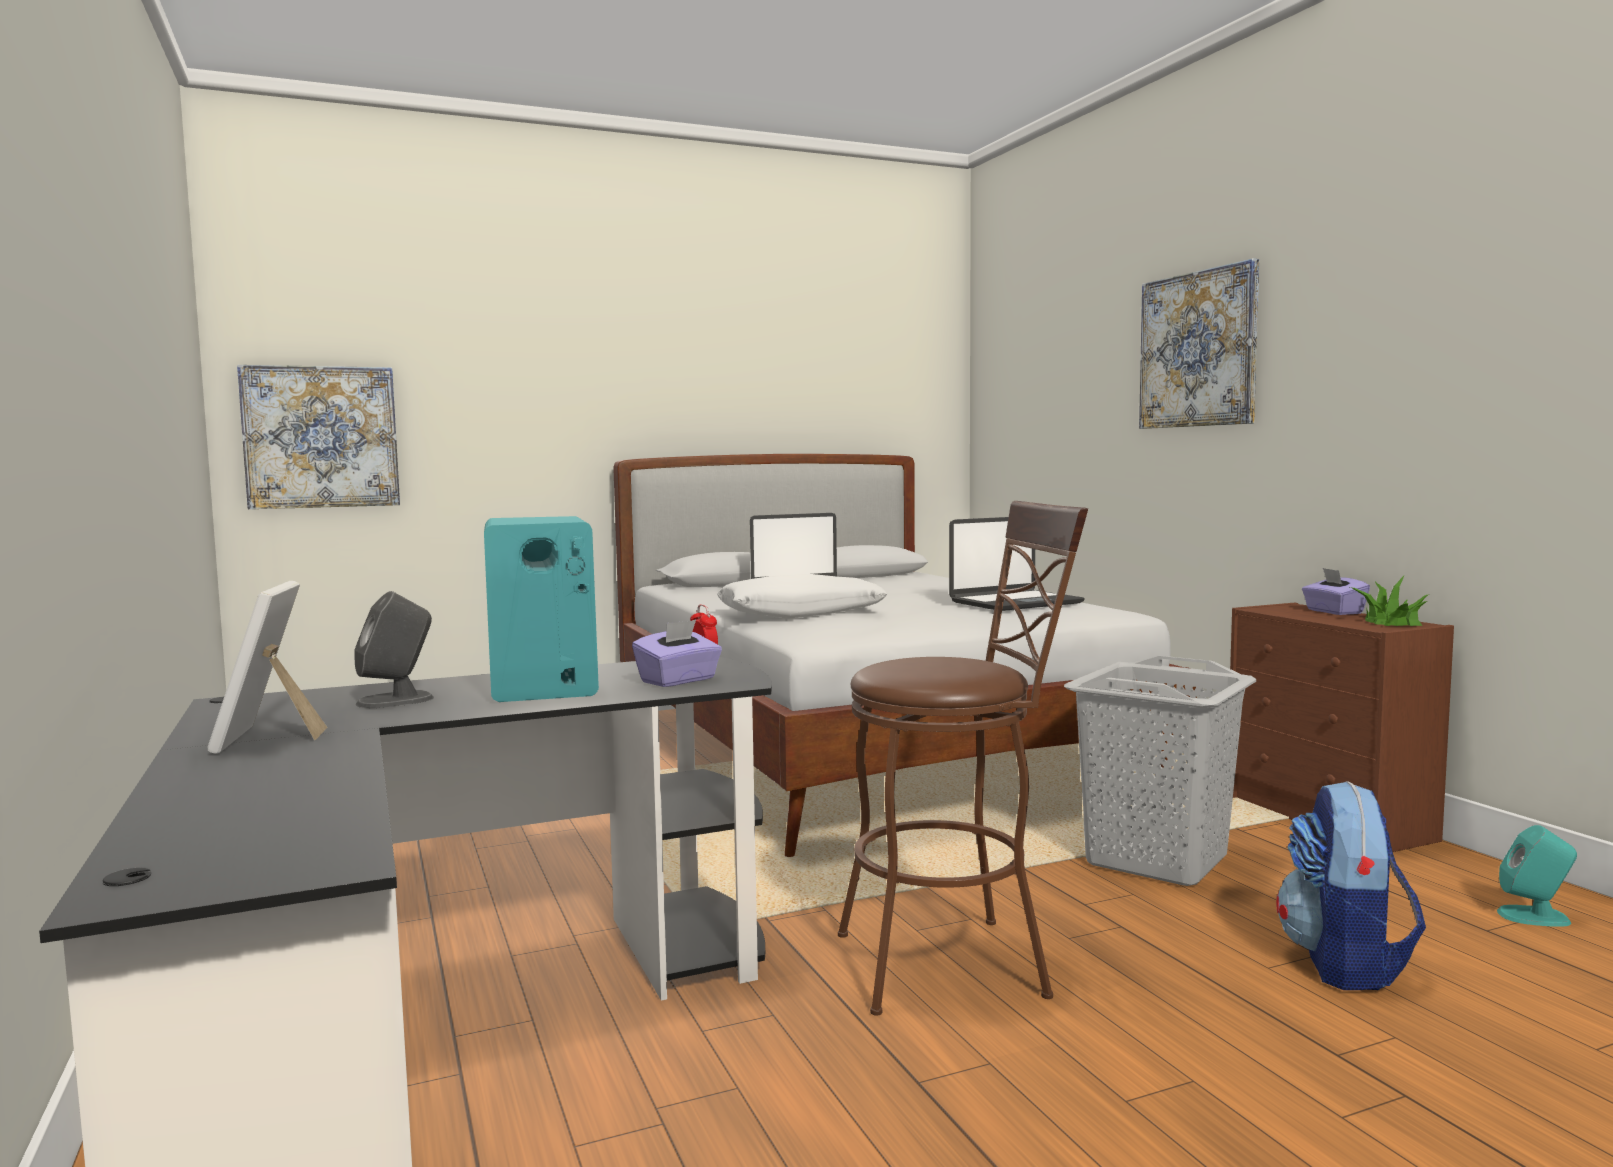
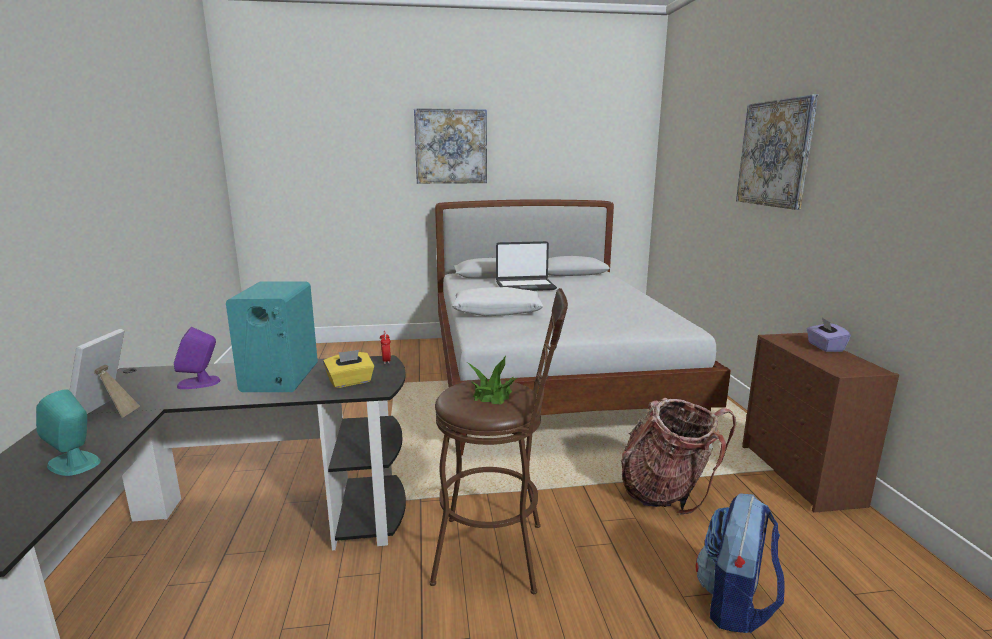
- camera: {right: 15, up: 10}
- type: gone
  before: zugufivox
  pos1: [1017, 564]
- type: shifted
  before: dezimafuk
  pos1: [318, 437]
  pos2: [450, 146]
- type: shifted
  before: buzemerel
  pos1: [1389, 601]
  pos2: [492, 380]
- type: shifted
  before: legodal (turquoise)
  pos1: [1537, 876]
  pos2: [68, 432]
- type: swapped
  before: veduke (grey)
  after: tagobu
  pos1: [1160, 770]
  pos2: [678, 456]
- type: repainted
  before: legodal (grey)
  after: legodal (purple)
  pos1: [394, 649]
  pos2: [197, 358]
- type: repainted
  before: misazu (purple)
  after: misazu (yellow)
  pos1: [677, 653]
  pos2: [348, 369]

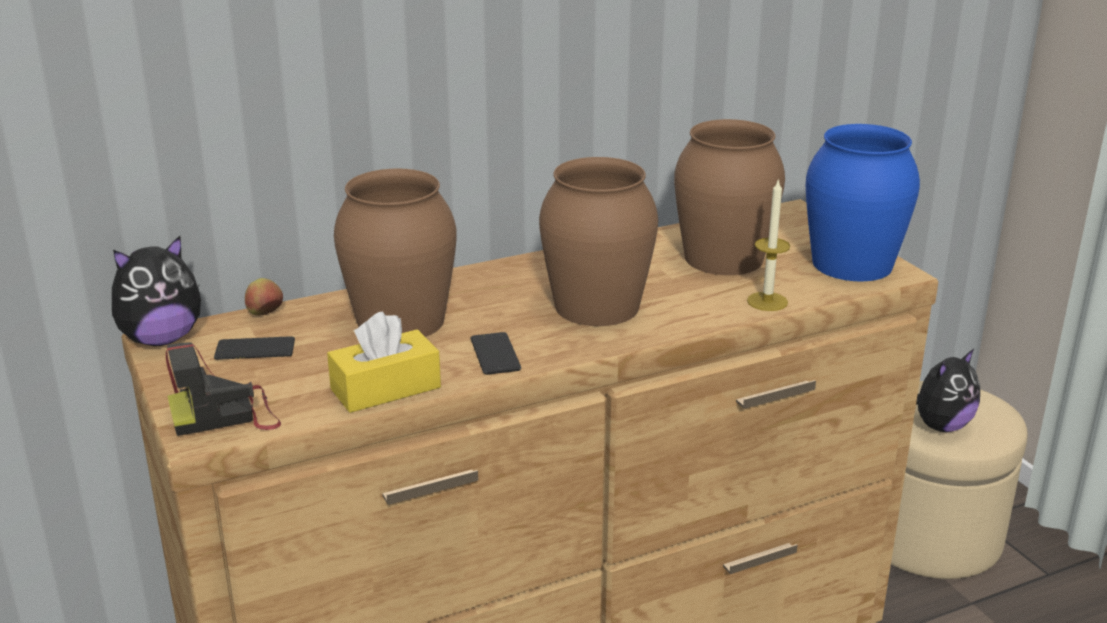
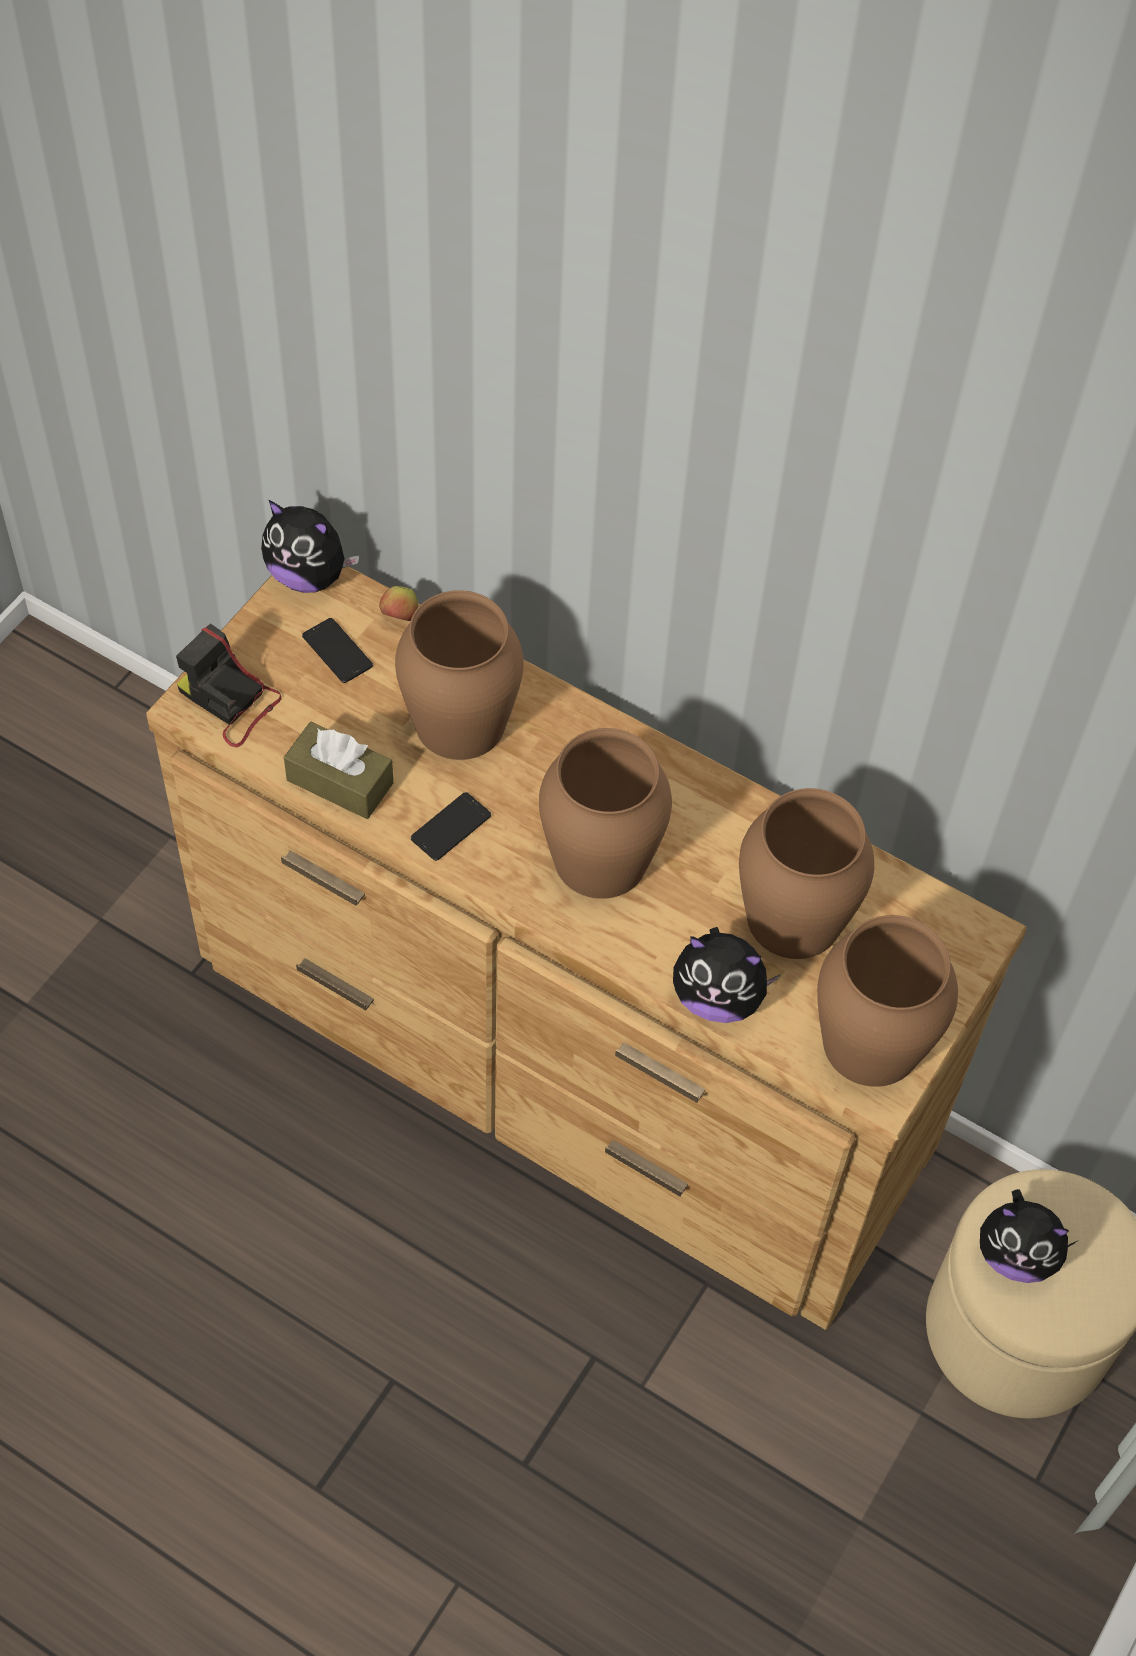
- camera: {right: 55, up: 30}
- type: swapped
  before: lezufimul
  after: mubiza
  pos1: [768, 244]
  pos2: [727, 975]
- type: repainted
  before: misazu (yellow)
  after: misazu (brown)
  pos1: [384, 362]
  pos2: [338, 770]
- type: repainted
  before: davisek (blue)
  after: davisek (brown)
  pos1: [863, 202]
  pos2: [887, 1001]

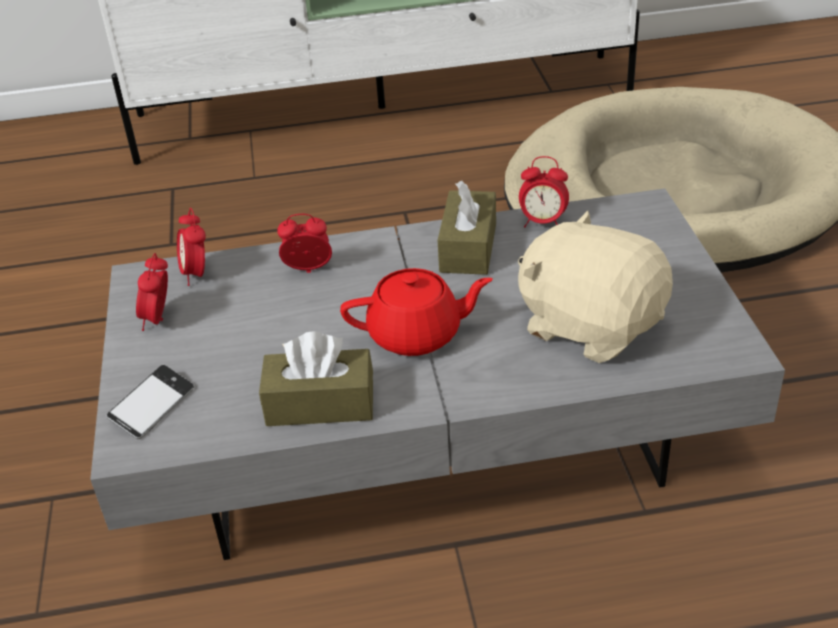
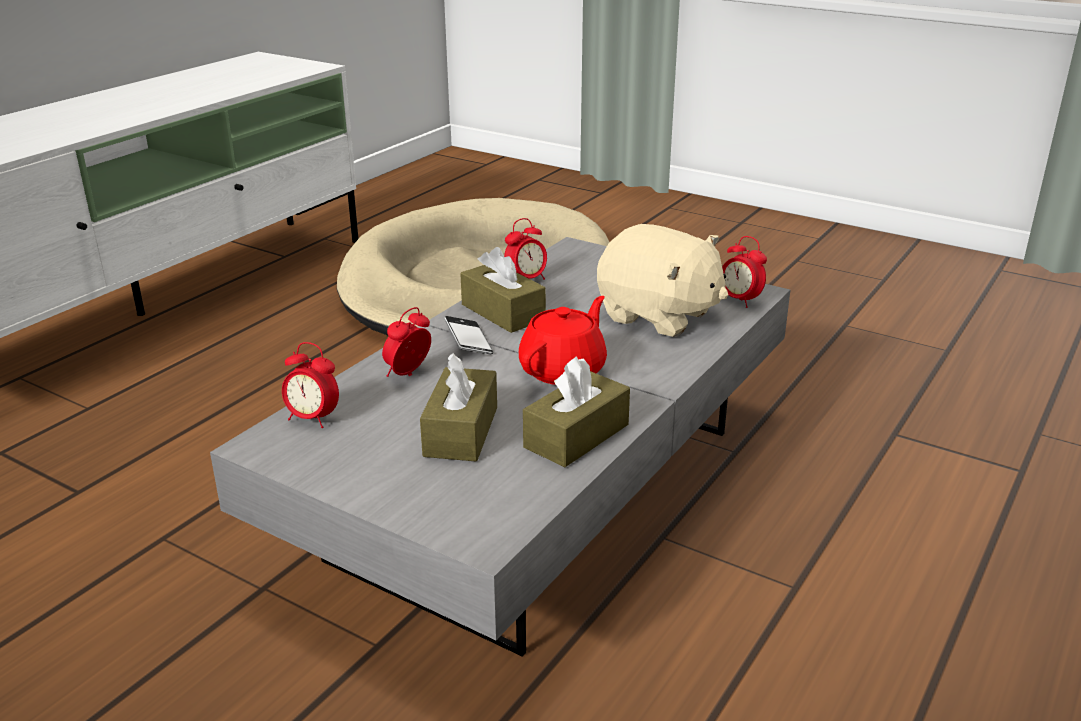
- camera: {right: -50, up: -10}
- type: new
  after: misazu (brown)
  pos2: [458, 407]
- type: shifted
  before: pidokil
  pos1: [150, 402]
  pos2: [468, 335]
- type: shifted
  before: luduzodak
  pos1: [152, 292]
  pos2: [744, 272]
- type: rotated
  before: mubiza (beige)
  pos1: [595, 287]
  pos2: [662, 280]
  turn: -135

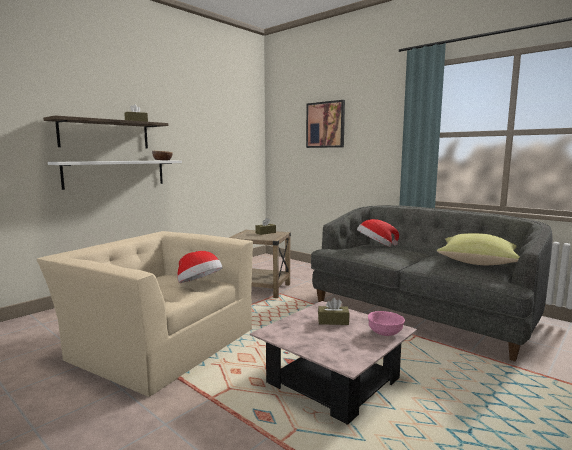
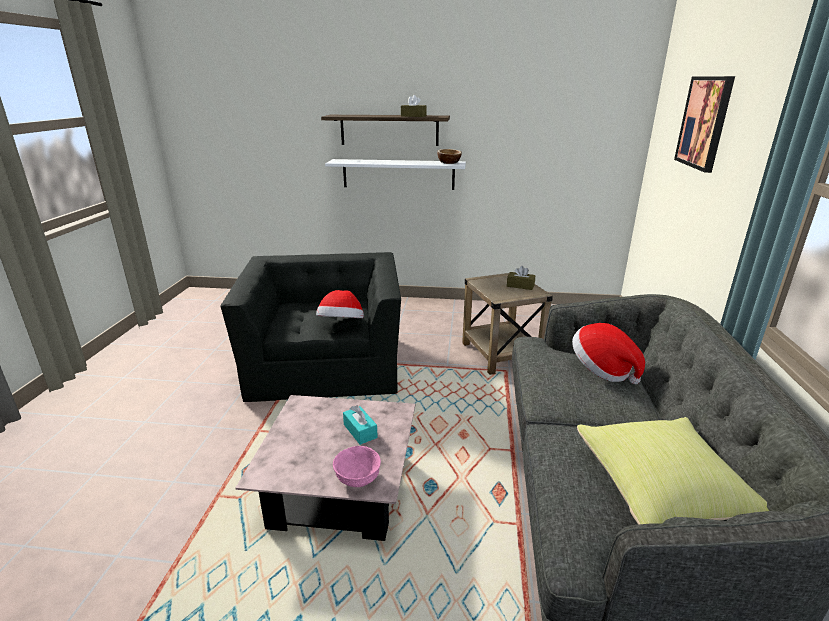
- camera: {right: 55, up: 15}
- type: repainted
  before: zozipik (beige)
  after: zozipik (black)
  pos1: [145, 314]
  pos2: [310, 327]
- type: repainted
  before: misazu (brown)
  after: misazu (turquoise)
  pos1: [334, 311]
  pos2: [360, 425]

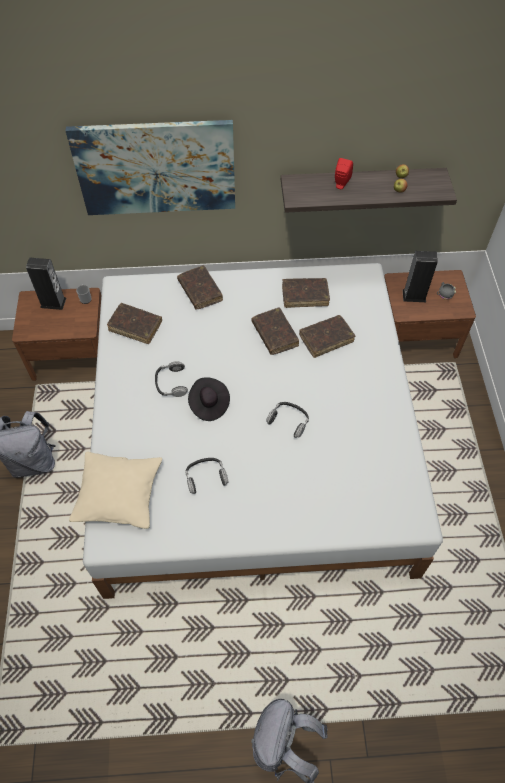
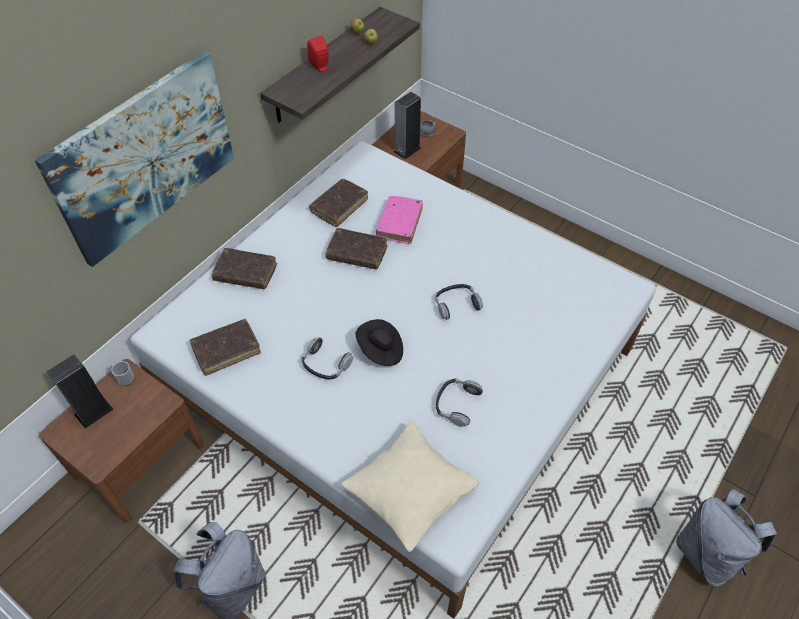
- camera: {right: -50, up: -5}
- type: repainted
  before: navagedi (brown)
  after: navagedi (pink)
  pos1: [327, 336]
  pos2: [399, 220]

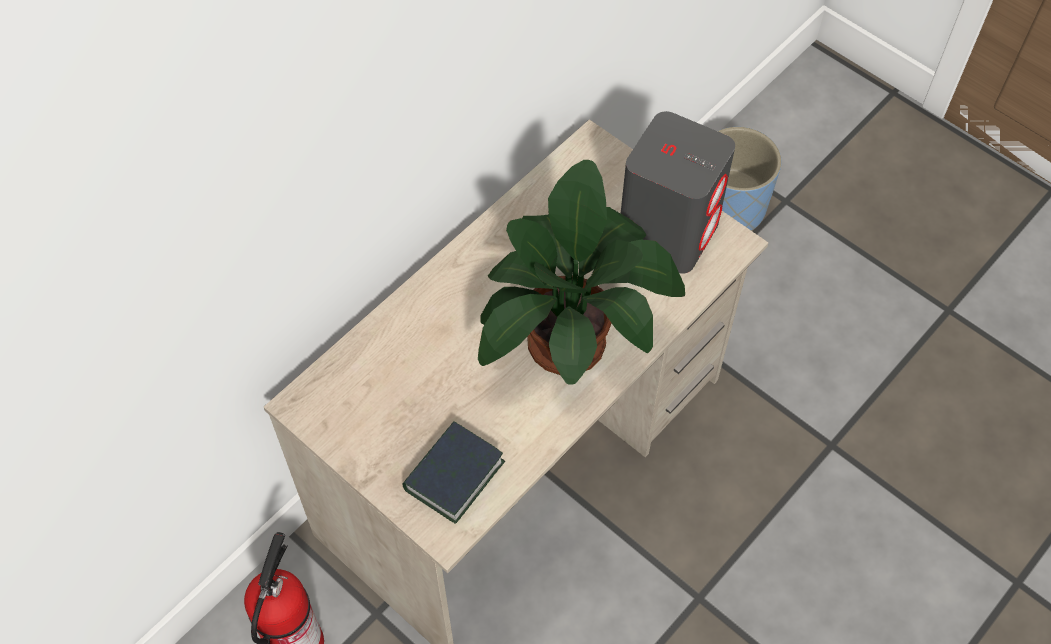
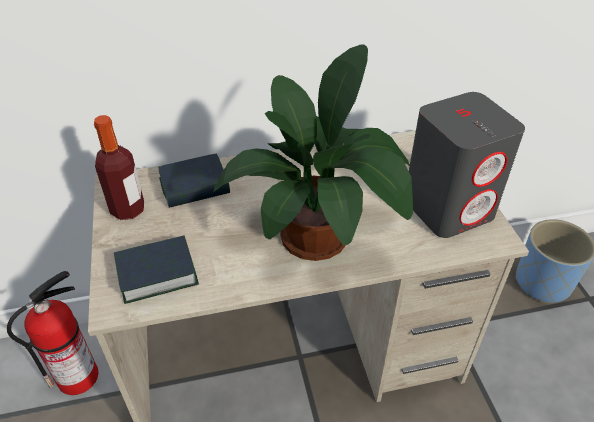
- camera: {right: 35, up: -15}
- type: new
  after: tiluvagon
  pos2: [119, 167]
- type: new
  after: navagedi
  pos2: [194, 180]

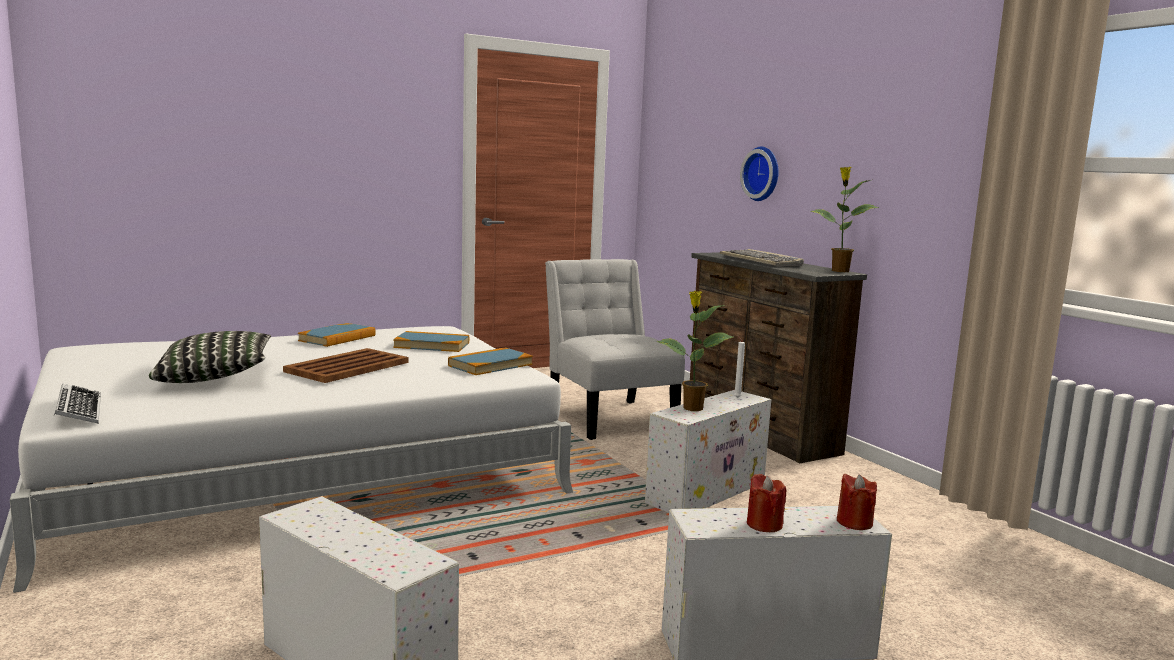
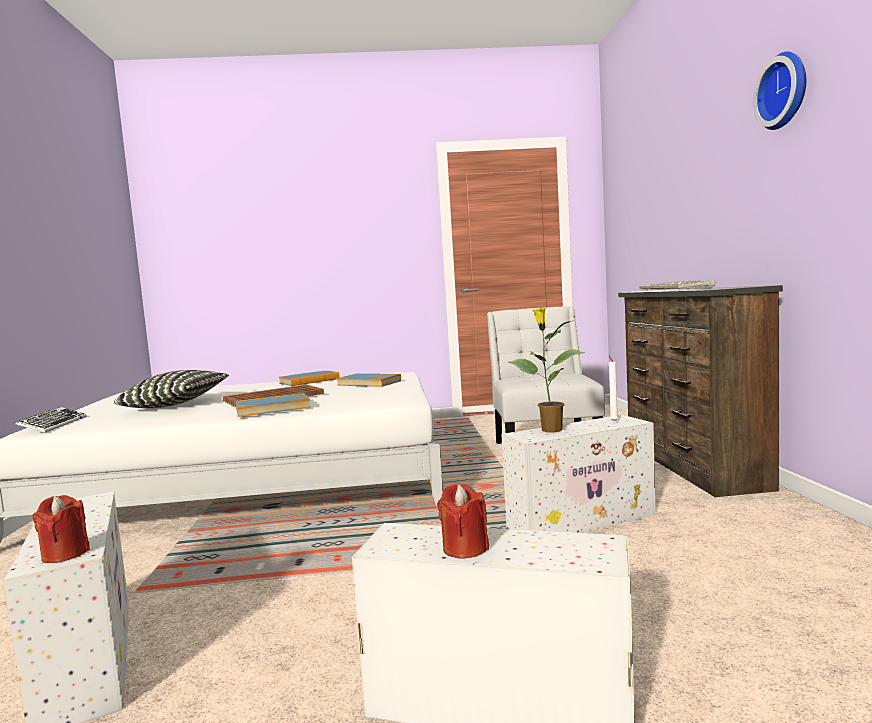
- camera: {right: 25, up: -5}
- type: gone
  before: buzemerel
  pos1: [844, 219]
- type: shifted
  before: navagedi
  pos1: [490, 361]
  pos2: [273, 405]
- type: shifted
  before: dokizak
  pos1: [759, 174]
  pos2: [779, 91]
- type: shifted
  before: lezufimul (red)
  pos1: [857, 502]
  pos2: [61, 529]

